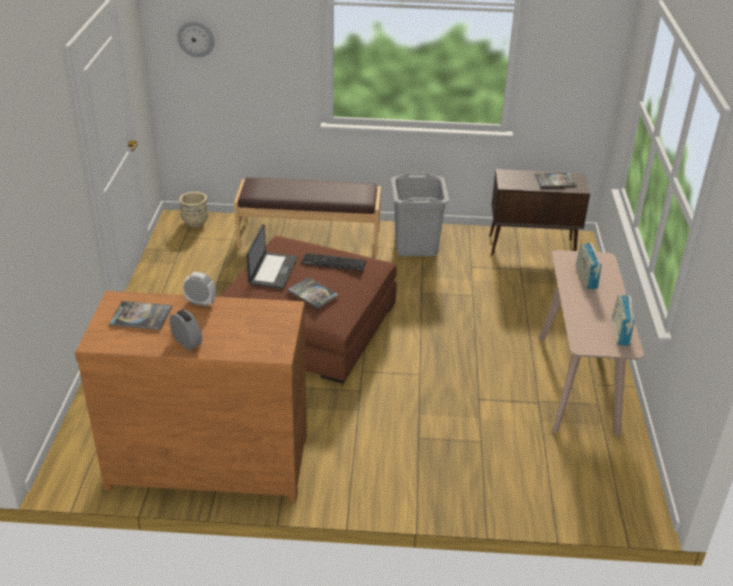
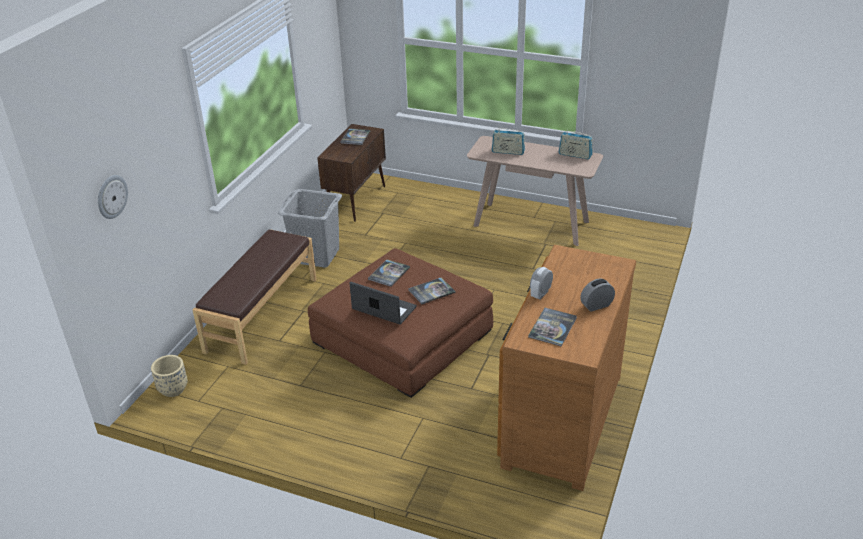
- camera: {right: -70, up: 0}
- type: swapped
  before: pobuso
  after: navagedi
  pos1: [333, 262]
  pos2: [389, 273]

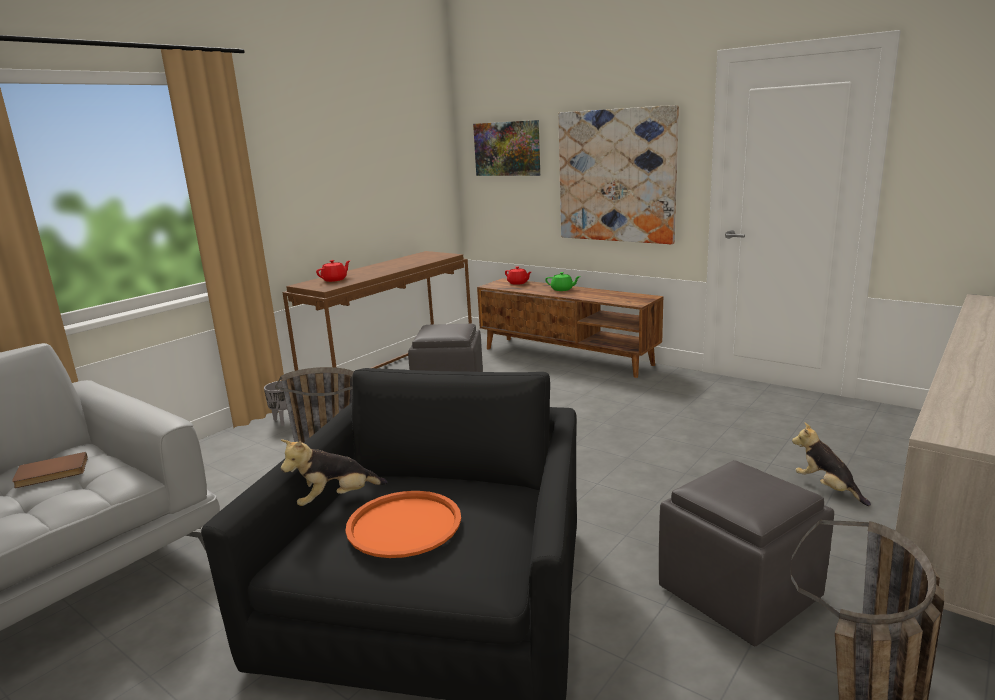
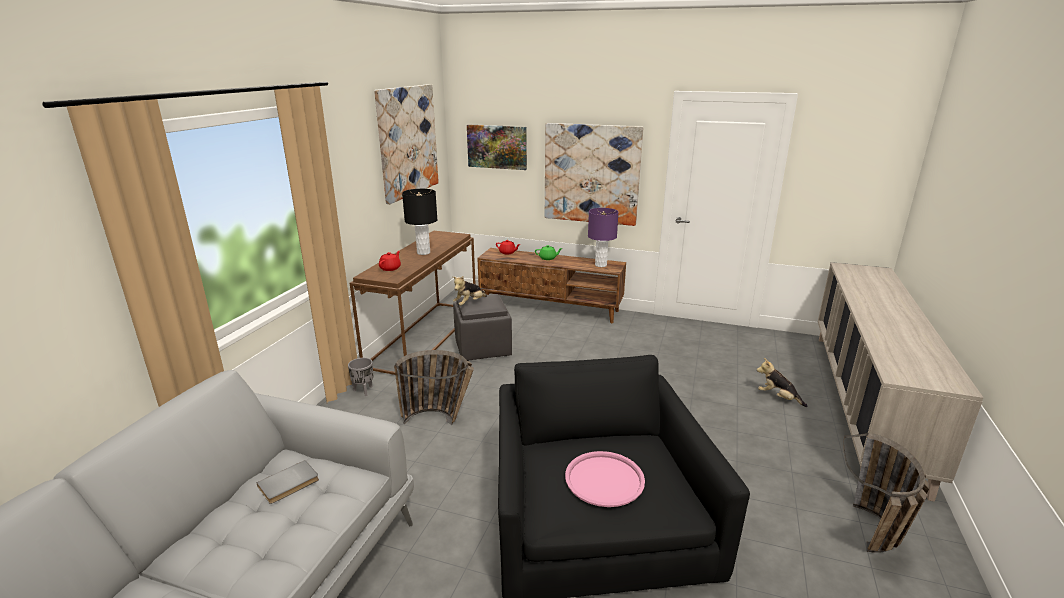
- camera: {right: -20, up: 5}
- type: gone
  before: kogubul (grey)
  pos1: [746, 553]
- type: new
  after: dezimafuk
  pos2: [406, 144]
- type: new
  after: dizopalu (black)
  pos2: [420, 222]
- type: new
  after: dizopalu (purple)
  pos2: [603, 237]
- type: shifted
  before: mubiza
  pos1: [334, 473]
  pos2: [470, 291]
- type: repainted
  before: navagedi (brown)
  after: navagedi (grey)
  pos1: [50, 470]
  pos2: [288, 482]
- type: repainted
  before: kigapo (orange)
  after: kigapo (pink)
  pos1: [403, 524]
  pos2: [605, 479]

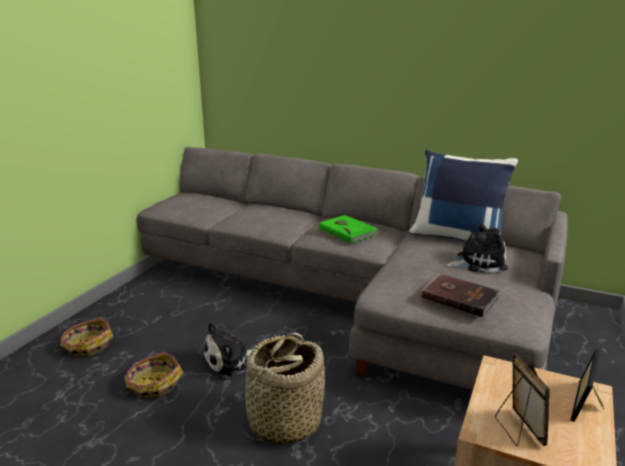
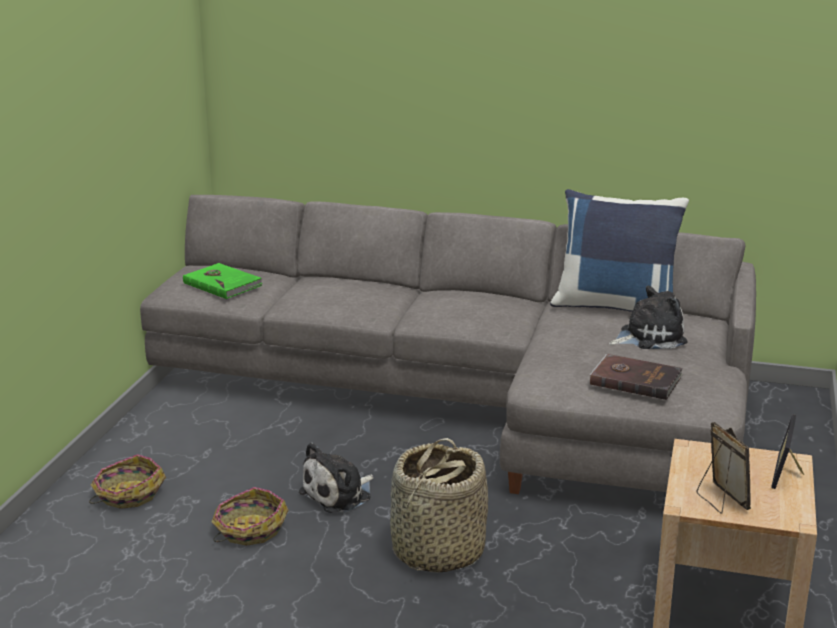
- camera: {right: -10, up: 0}
- type: shifted
  before: navagedi (green)
  pos1: [349, 229]
  pos2: [223, 281]

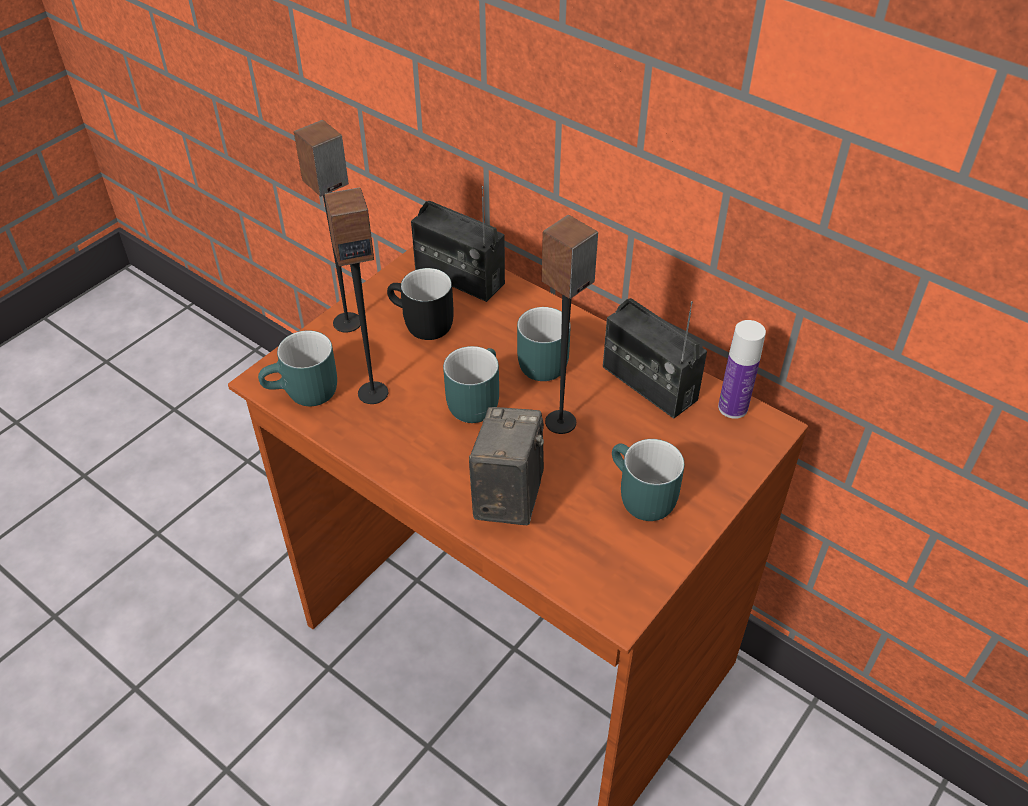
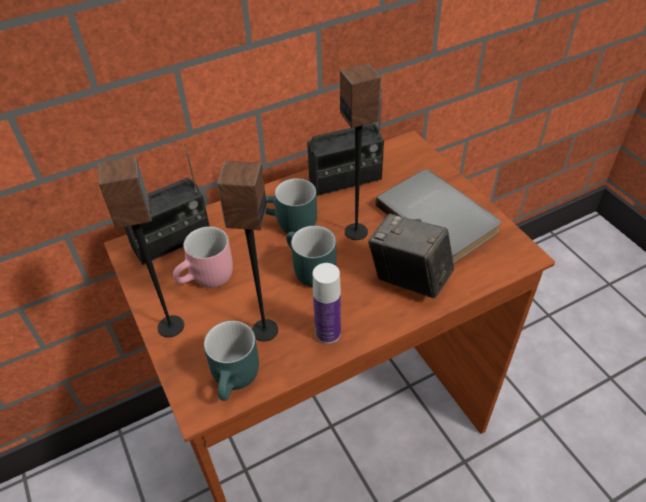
- camera: {right: -65, up: 0}
- type: shifted
  before: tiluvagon
  pos1: [742, 369]
  pos2: [327, 303]
- type: swapped
  before: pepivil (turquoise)
  after: navagedi (grey)
  pos1: [648, 480]
  pos2: [438, 216]
- type: repainted
  before: pepivil (black)
  after: pepivil (pink)
  pos1: [420, 304]
  pos2: [203, 257]

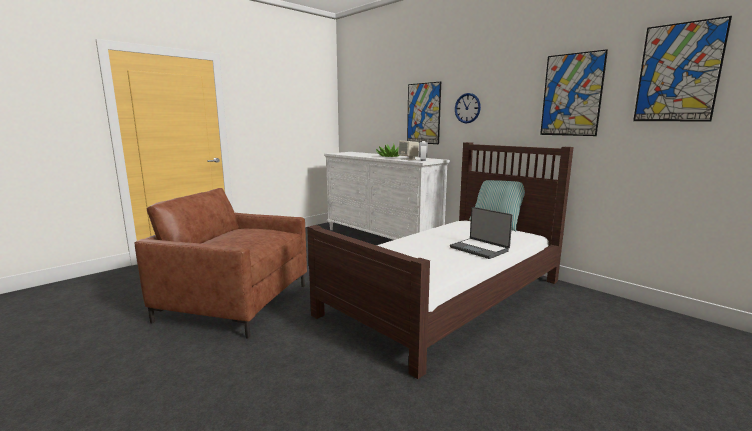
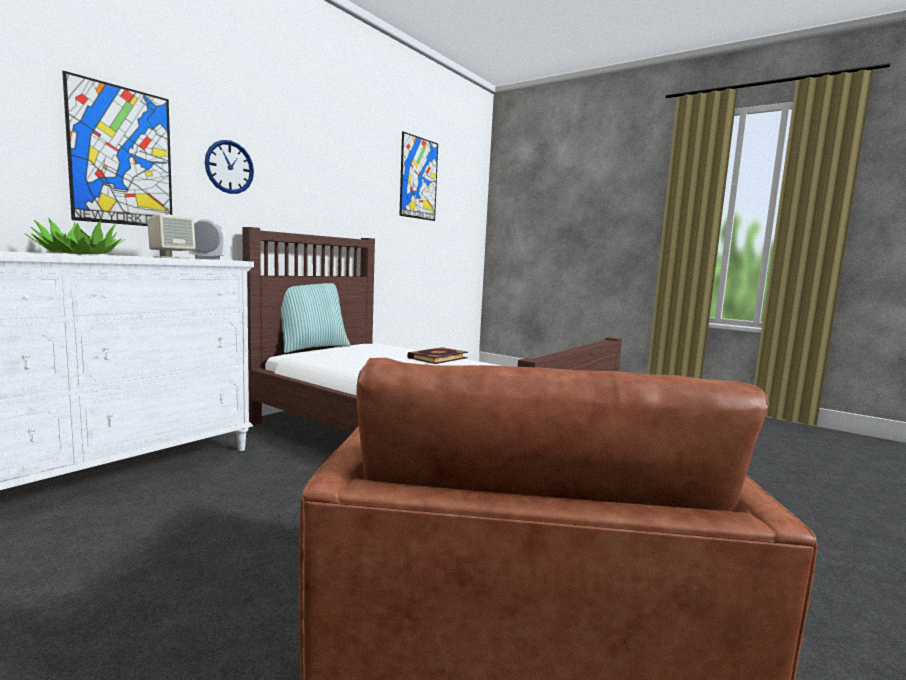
- camera: {right: -100, up: -5}
- type: gone
  before: dezimafuk
  pos1: [574, 92]
- type: swapped
  before: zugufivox
  after: navagedi
  pos1: [481, 233]
  pos2: [437, 355]

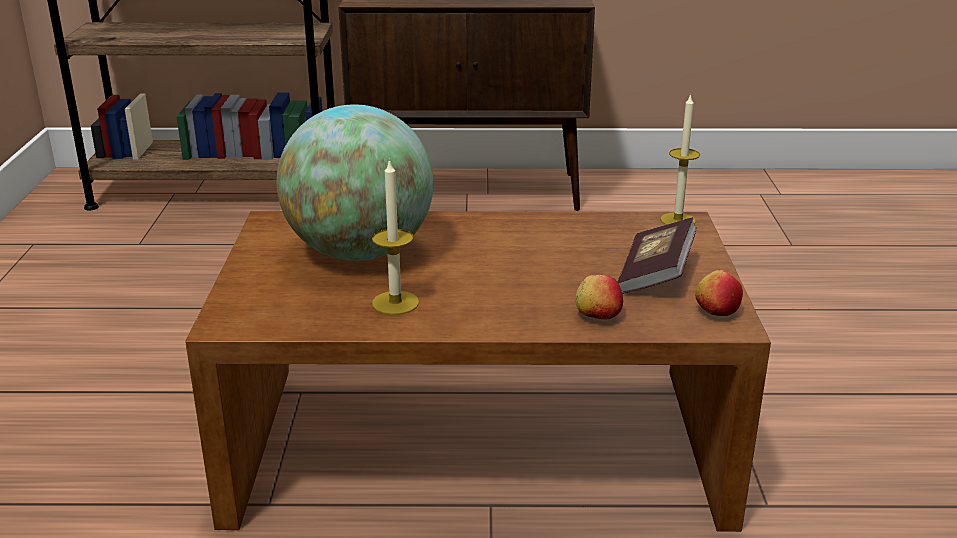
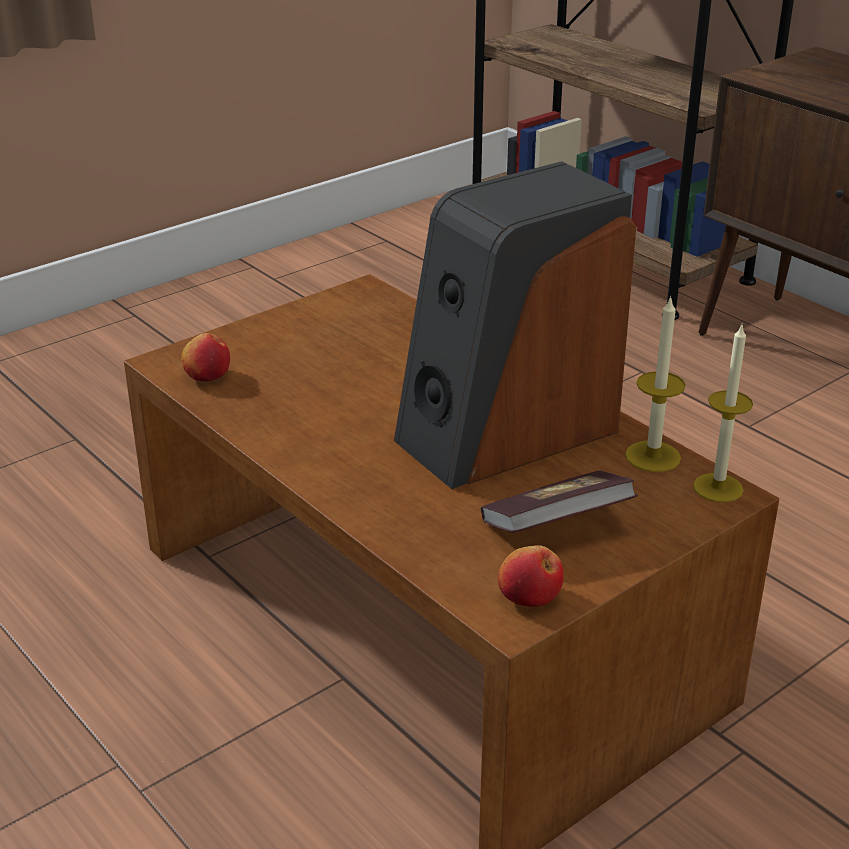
- camera: {right: 50, up: 5}
- type: gone
  before: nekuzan
  pos1: [355, 182]
- type: new
  after: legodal
  pos2: [515, 325]
- type: shifted
  before: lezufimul
  pos1: [395, 236]
  pos2: [655, 383]
- type: shifted
  before: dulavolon
  pos1: [599, 297]
  pos2: [205, 357]

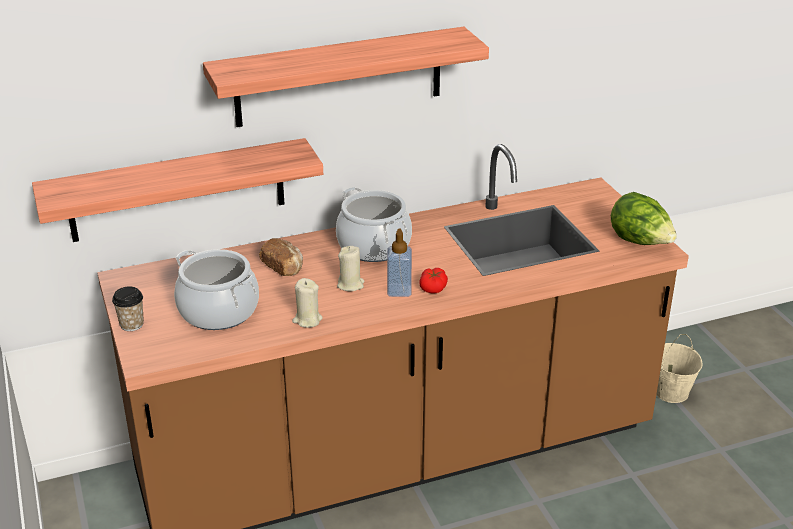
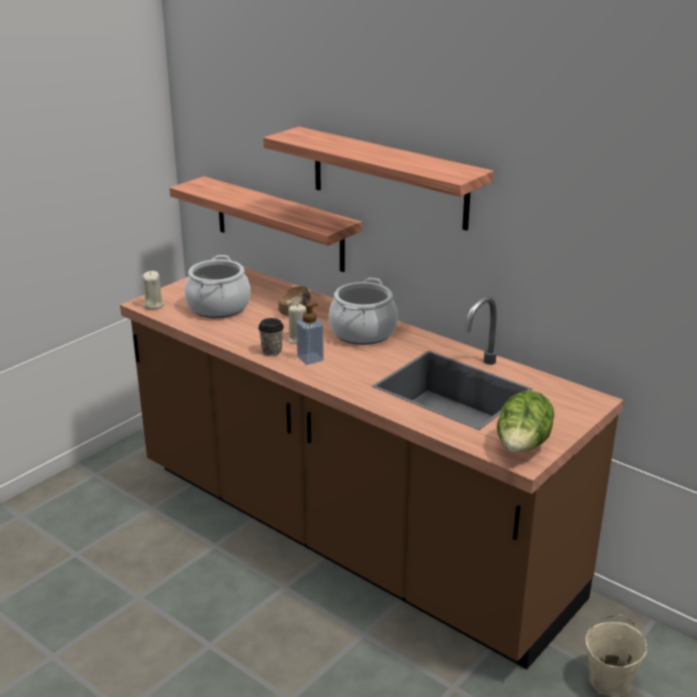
- camera: {right: 60, up: -5}
- type: gone
  before: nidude
  pos1: [433, 280]
- type: shifted
  before: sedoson
  pos1: [128, 308]
  pos2: [271, 337]
- type: shifted
  before: lezufimul (beige)
  pos1: [307, 303]
  pos2: [153, 290]

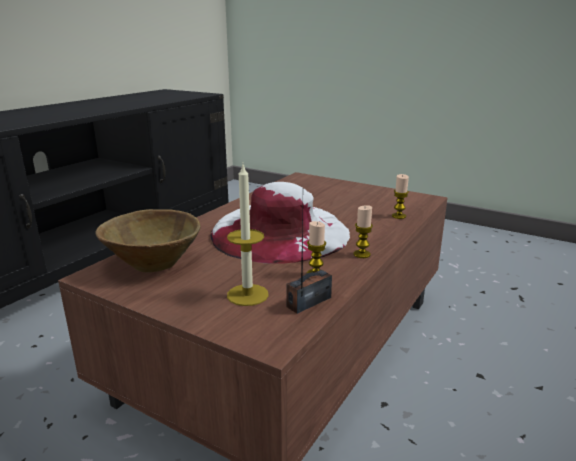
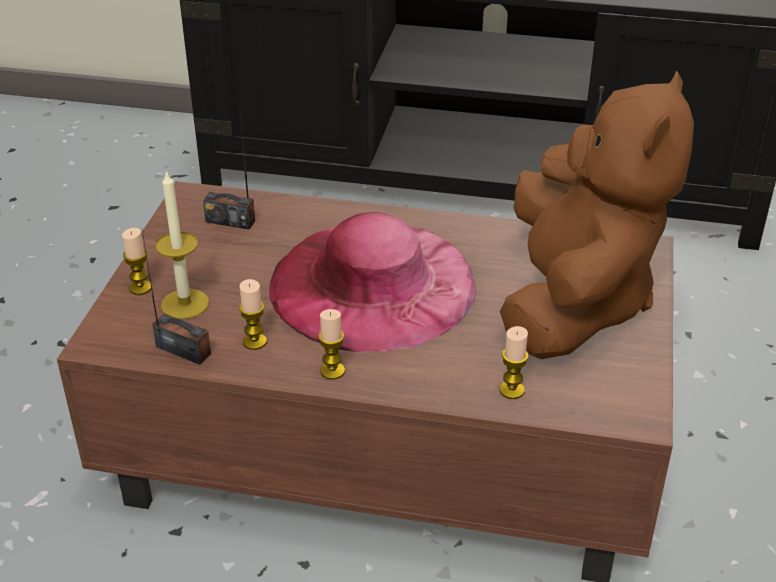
- camera: {right: 70, up: 15}
- type: new
  after: lezufimul
  pos2: [136, 261]
- type: new
  after: mubiza (brown)
  pos2: [597, 214]
- type: swapped
  before: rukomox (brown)
  after: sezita
  pos1: [148, 240]
  pos2: [229, 168]
- type: repainted
  before: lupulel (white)
  after: lupulel (pink)
  pos1: [280, 222]
  pos2: [372, 282]

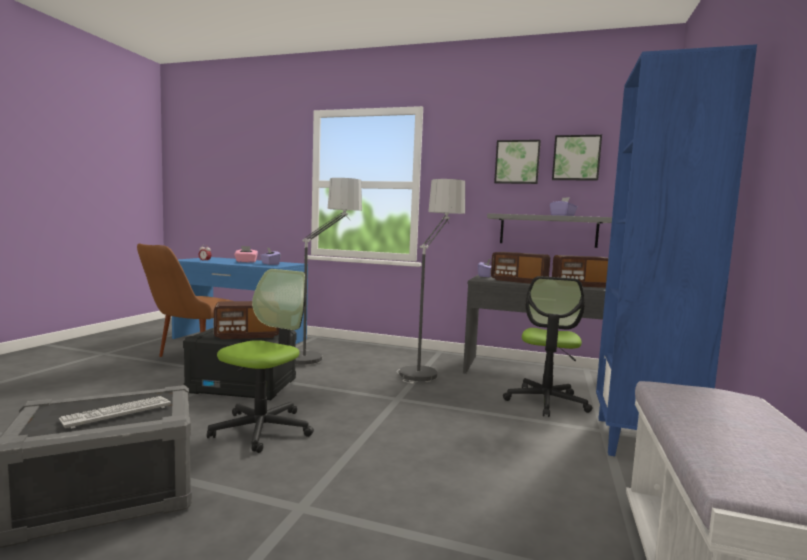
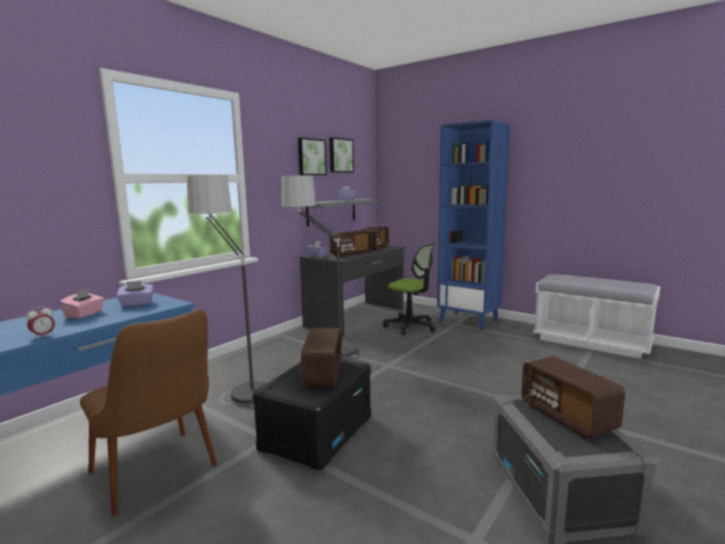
- camera: {right: -70, up: 5}
- type: gone
  before: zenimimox
  pos1: [260, 361]
- type: swapped
  before: pobuso
  after: sezita
  pos1: [115, 412]
  pos2: [573, 397]

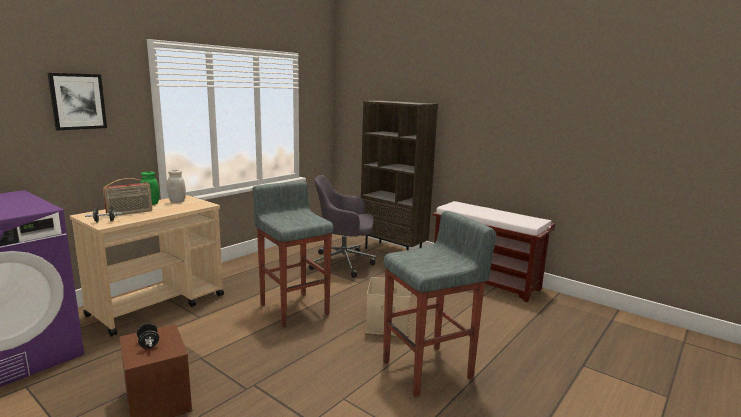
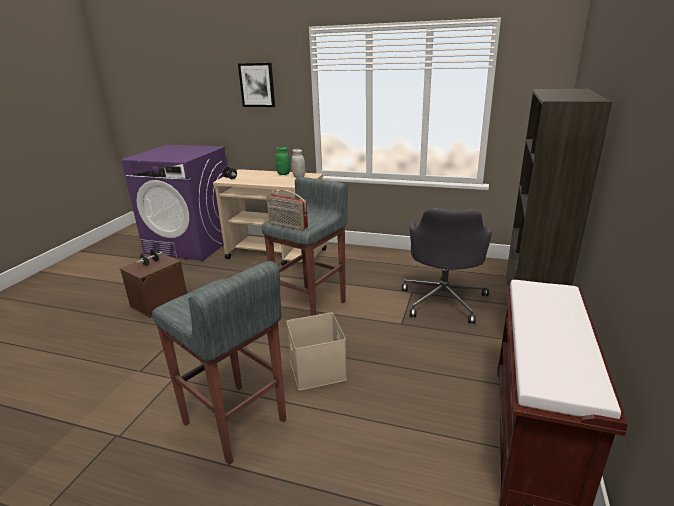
- camera: {right: 70, up: 10}
- type: shifted
  before: sezita
  pos1: [127, 197]
  pos2: [287, 210]
- type: rotated
  before: zenimimox (grey)
  pos1: [342, 226]
  pos2: [447, 266]
  turn: -150

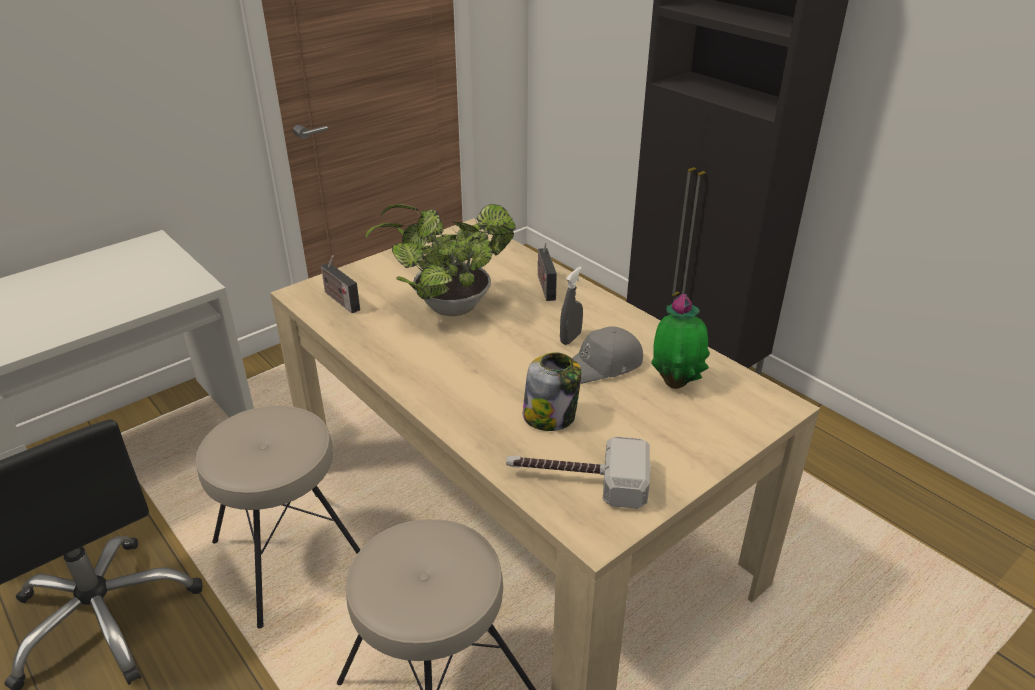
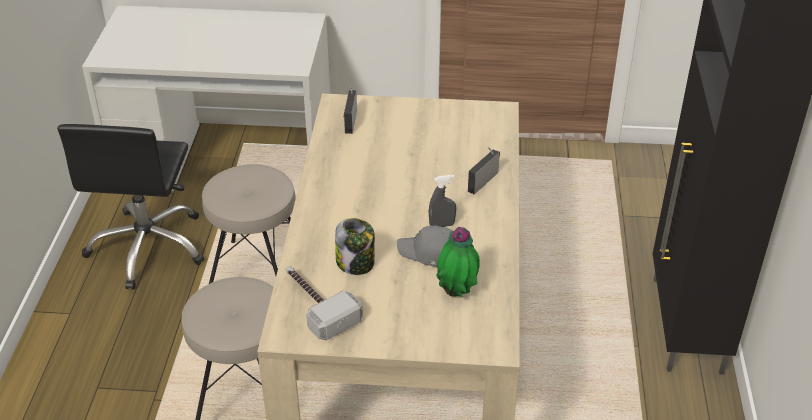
- camera: {right: 45, up: 5}
- type: gone
  before: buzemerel
  pos1: [440, 260]

